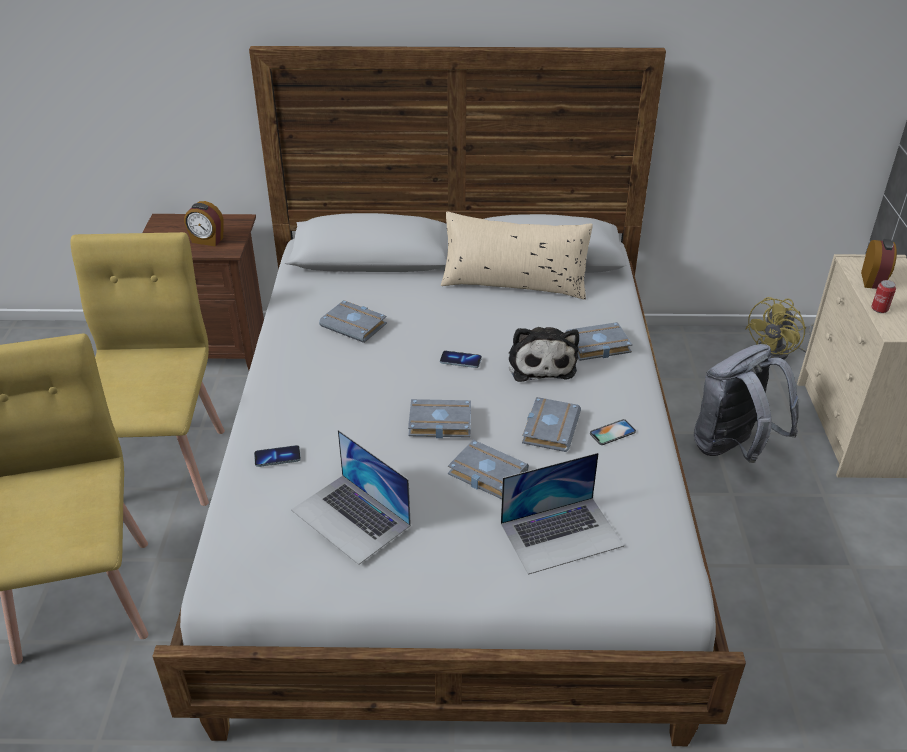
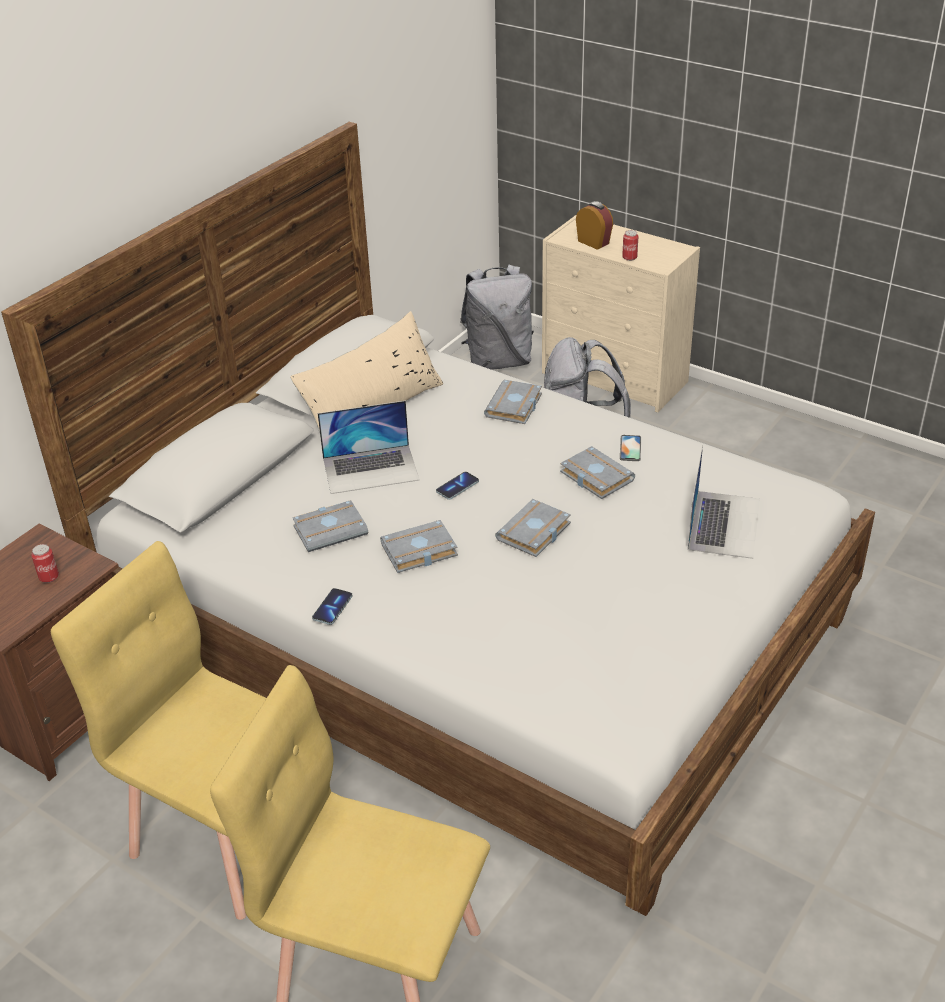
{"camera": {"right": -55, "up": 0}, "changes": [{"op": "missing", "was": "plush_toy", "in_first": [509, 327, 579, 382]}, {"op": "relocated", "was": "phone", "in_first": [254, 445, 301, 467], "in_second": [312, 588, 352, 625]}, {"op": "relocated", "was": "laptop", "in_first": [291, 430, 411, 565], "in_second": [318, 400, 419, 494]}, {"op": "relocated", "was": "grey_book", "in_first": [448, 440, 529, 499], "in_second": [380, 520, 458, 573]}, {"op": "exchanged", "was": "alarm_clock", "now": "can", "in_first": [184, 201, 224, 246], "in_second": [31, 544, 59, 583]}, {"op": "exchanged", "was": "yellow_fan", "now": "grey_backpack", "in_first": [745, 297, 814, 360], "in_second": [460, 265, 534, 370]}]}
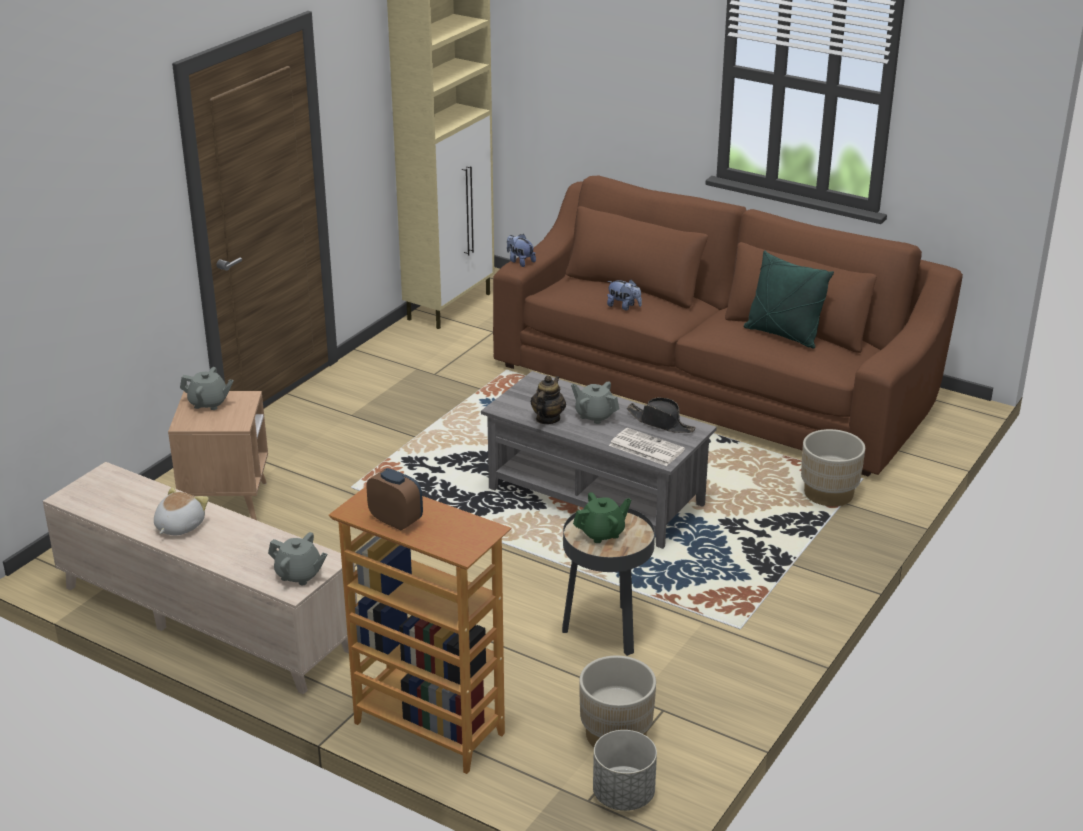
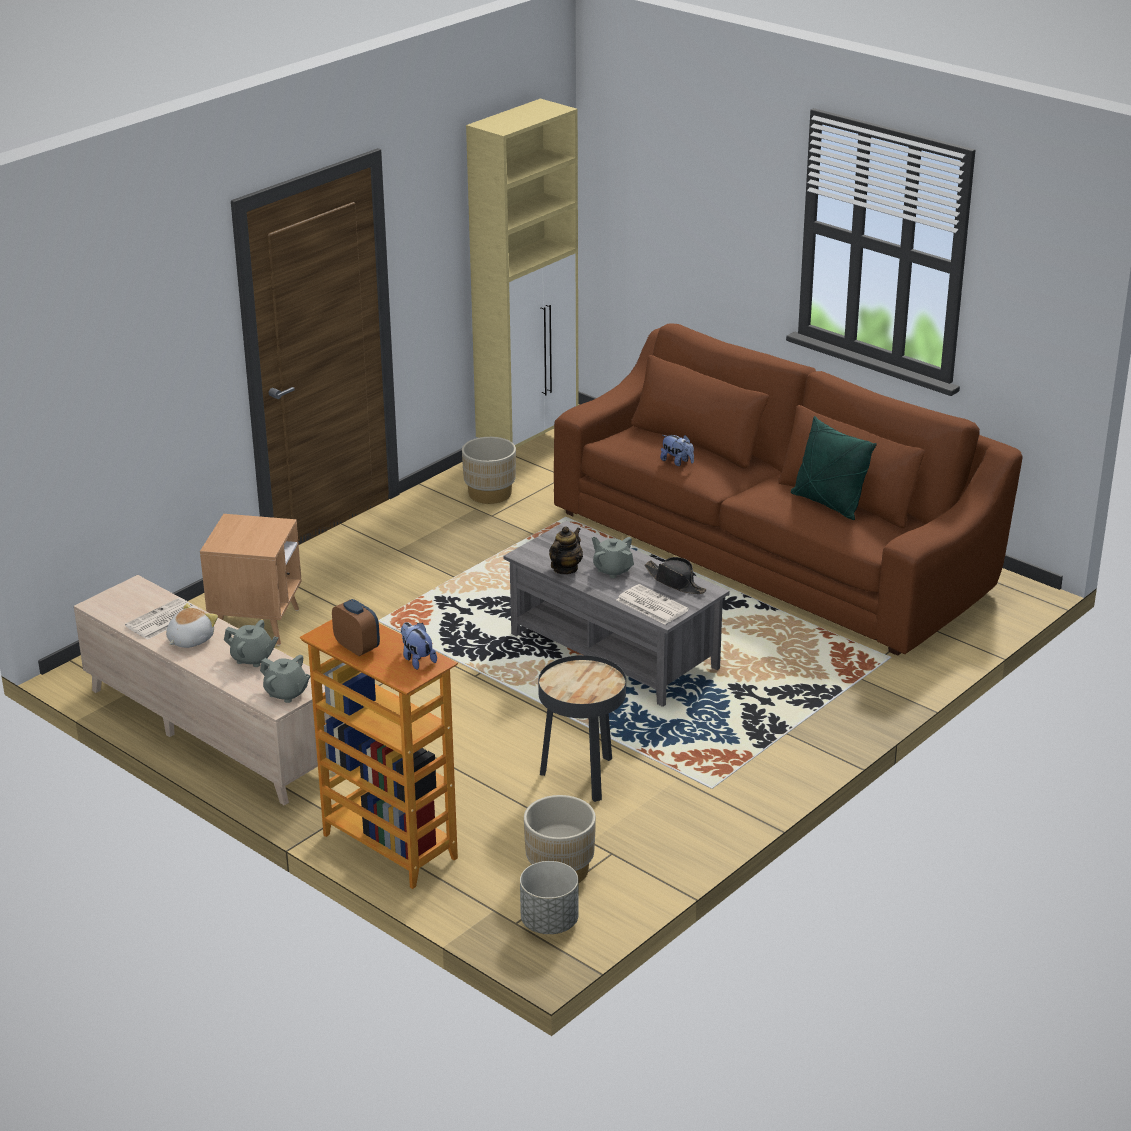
{"camera": {"right": 10, "up": 0}, "changes": [{"op": "missing", "was": "green_teapot", "in_first": [573, 492, 631, 543]}, {"op": "appeared", "now": "newspaper", "in_second": [125, 598, 198, 640]}, {"op": "relocated", "was": "grey_teapot", "in_first": [180, 367, 234, 410], "in_second": [224, 620, 279, 667]}, {"op": "relocated", "was": "plush_toy", "in_first": [507, 234, 536, 267], "in_second": [401, 622, 437, 670]}, {"op": "relocated", "was": "beige_planter", "in_first": [801, 429, 865, 506], "in_second": [462, 437, 516, 504]}]}
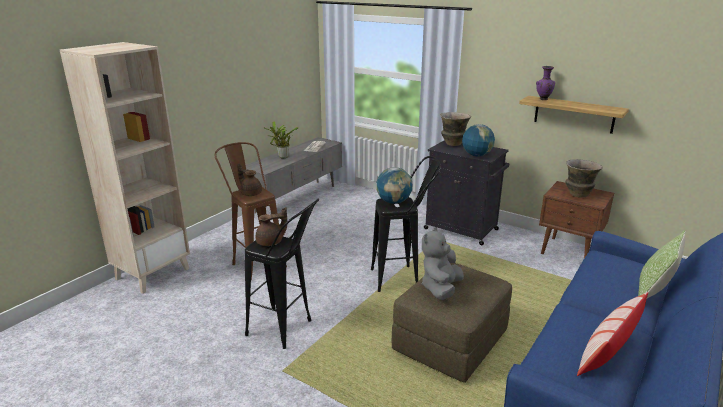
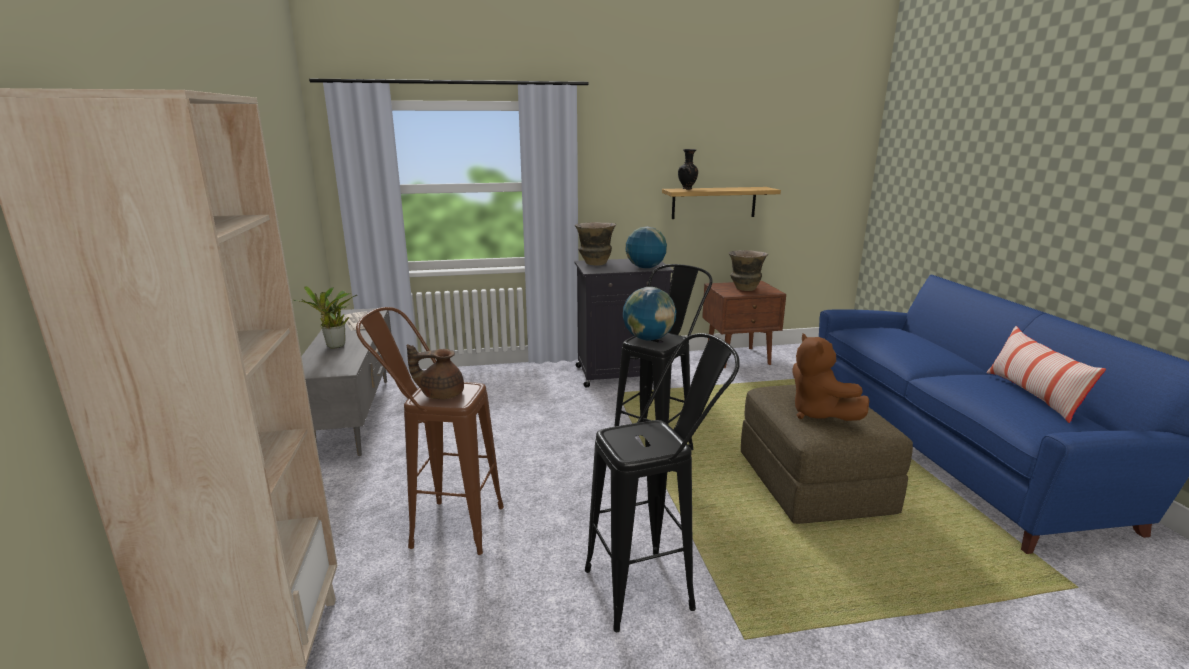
{"camera": {"right": -45, "up": -5}, "changes": [{"op": "missing", "was": "brown_teapot", "in_first": [256, 207, 287, 246]}, {"op": "missing", "was": "pillow", "in_first": [638, 230, 685, 299]}, {"op": "colour", "was": "grey_plush_toy", "now": "brown_plush_toy", "in_first": [422, 227, 464, 300], "in_second": [793, 334, 870, 421]}, {"op": "colour", "was": "purple_vase", "now": "black_vase", "in_first": [536, 66, 555, 100], "in_second": [678, 149, 698, 190]}]}
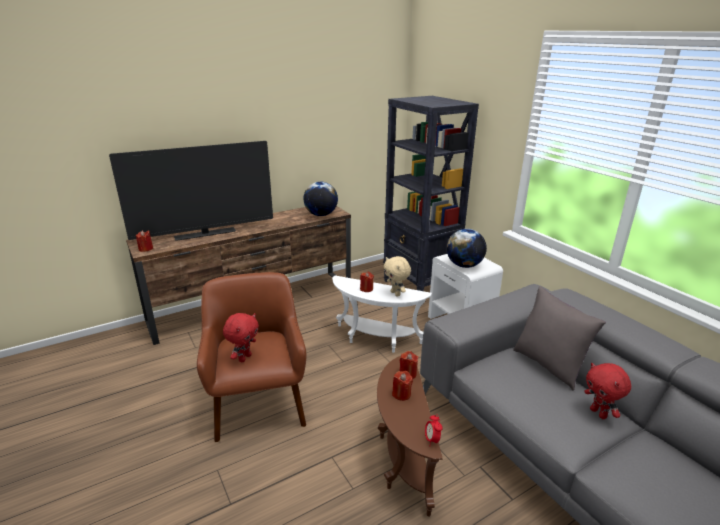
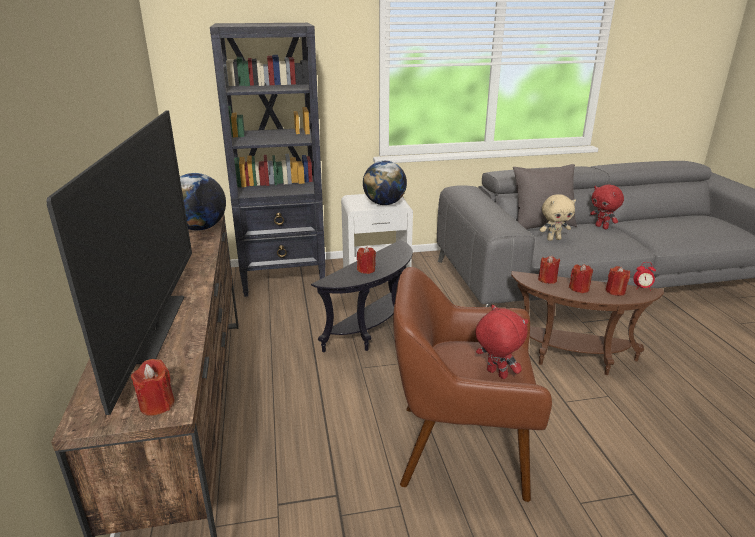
{"camera": {"right": -70, "up": 0}, "changes": [{"op": "appeared", "now": "red_candle", "in_second": [605, 266, 630, 296]}, {"op": "relocated", "was": "beige_plush_toy", "in_first": [384, 256, 411, 296], "in_second": [540, 194, 576, 241]}, {"op": "colour", "was": "white_side_table", "now": "black_side_table", "in_first": [332, 275, 432, 353], "in_second": [311, 240, 413, 352]}, {"op": "spun", "was": "red_plush_toy", "in_first": [584, 363, 631, 419], "in_second": [590, 185, 624, 229], "clockwise": 60}]}
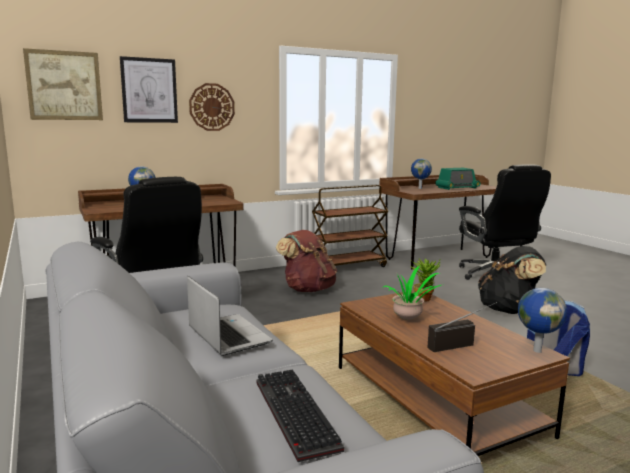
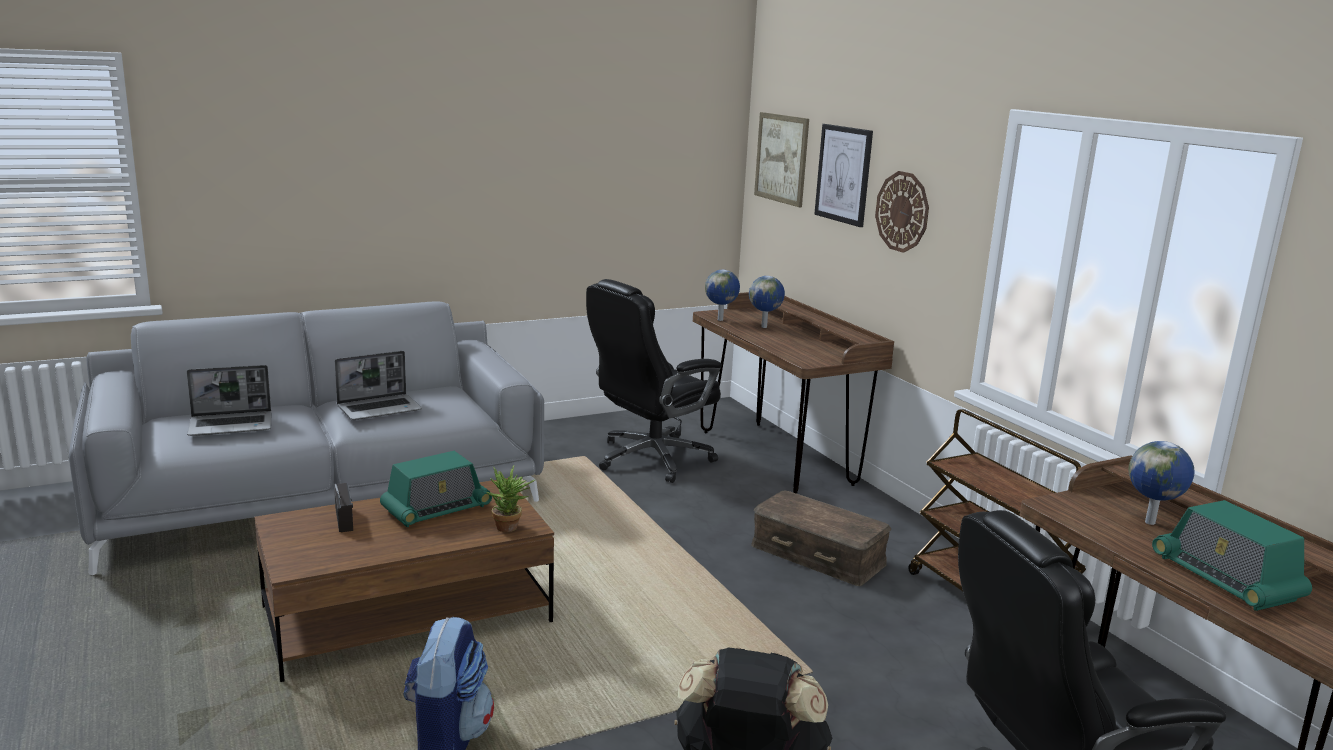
{"camera": {"right": 90, "up": 5}, "changes": [{"op": "relocated", "was": "globe", "in_first": [518, 288, 567, 353], "in_second": [705, 270, 740, 321]}, {"op": "exchanged", "was": "keyboard", "now": "laptop", "in_first": [256, 370, 344, 462], "in_second": [187, 365, 271, 436]}, {"op": "exchanged", "was": "brown_backpack", "now": "brown_storage_box", "in_first": [276, 230, 337, 292], "in_second": [751, 490, 891, 586]}, {"op": "exchanged", "was": "potted_plant", "now": "radio", "in_first": [382, 265, 444, 319], "in_second": [380, 451, 492, 527]}]}
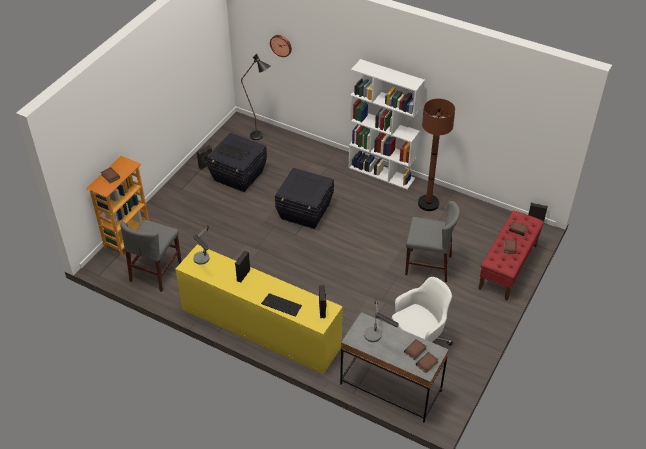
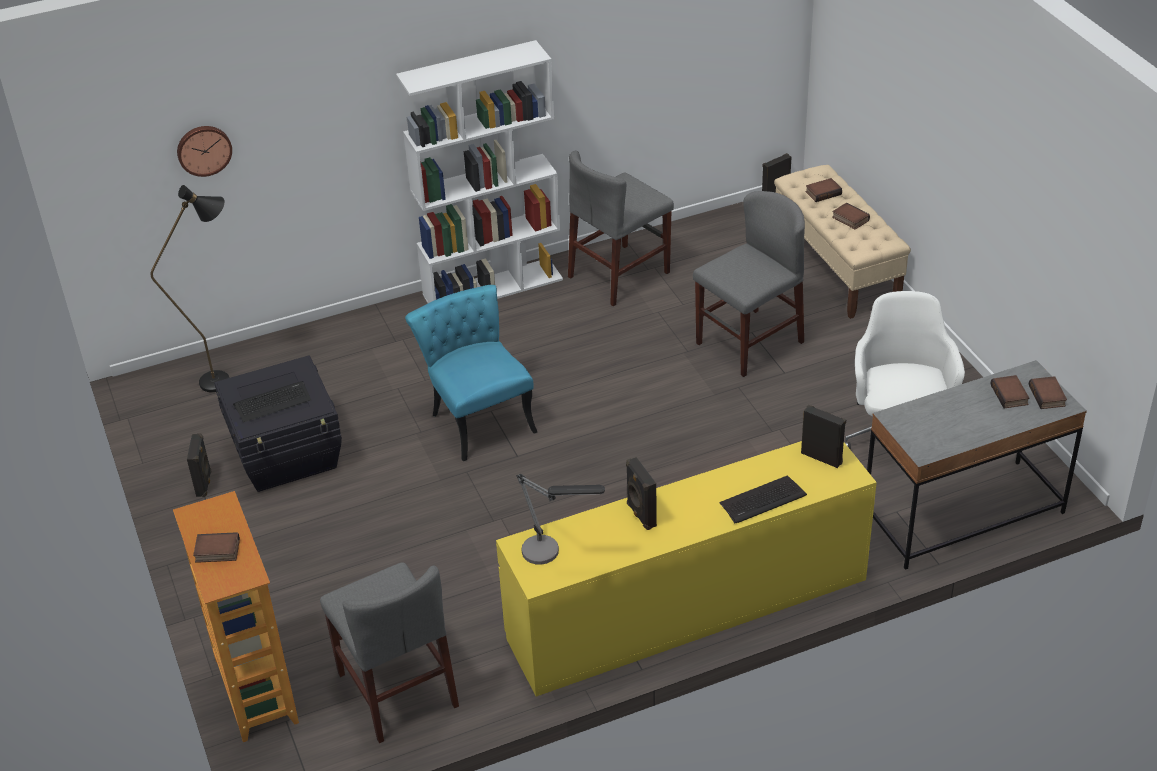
{"camera": {"right": -50, "up": -5}, "changes": [{"op": "missing", "was": "table_lamp", "in_first": [364, 299, 399, 342]}, {"op": "exchanged", "was": "black_storage_box", "now": "turquoise_chair", "in_first": [275, 168, 334, 229], "in_second": [405, 285, 537, 461]}, {"op": "exchanged", "was": "brown_floor_lamp", "now": "grey_chair", "in_first": [418, 99, 455, 211], "in_second": [568, 151, 674, 306]}, {"op": "colour", "was": "red_bench", "now": "beige_bench", "in_first": [478, 210, 544, 301], "in_second": [774, 165, 911, 319]}]}
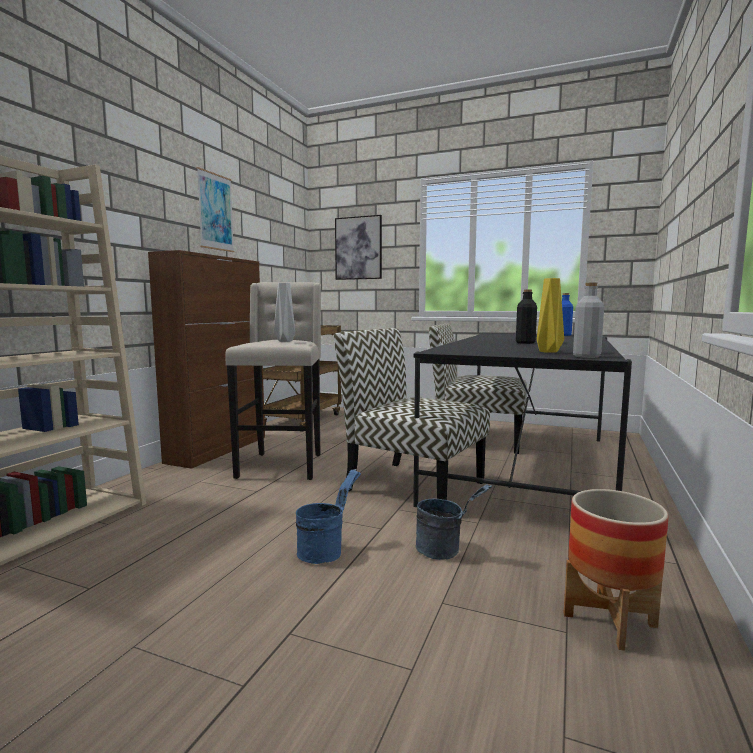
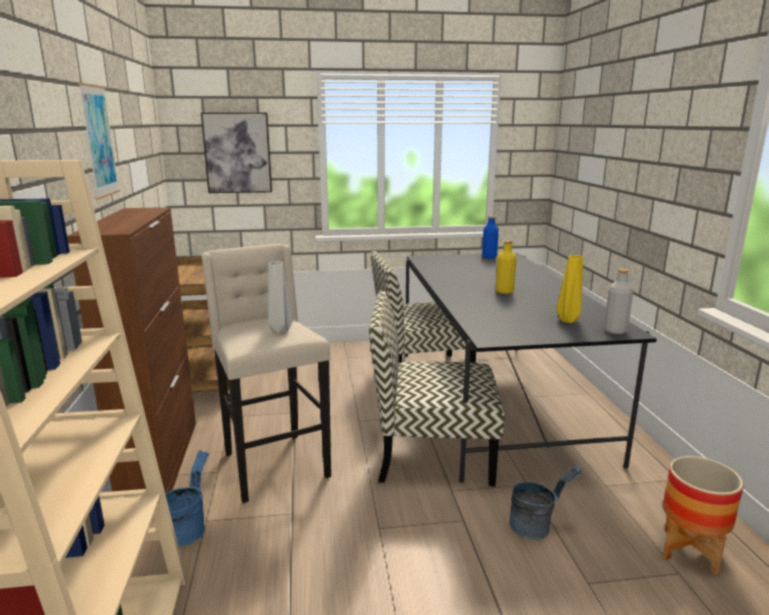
{"camera": {"right": -30, "up": 10}, "changes": [{"op": "relocated", "was": "blue_bucket", "in_first": [296, 469, 361, 564], "in_second": [165, 450, 209, 546]}, {"op": "colour", "was": "black_bottle", "now": "yellow_bottle", "in_first": [516, 289, 537, 344], "in_second": [495, 240, 516, 294]}]}
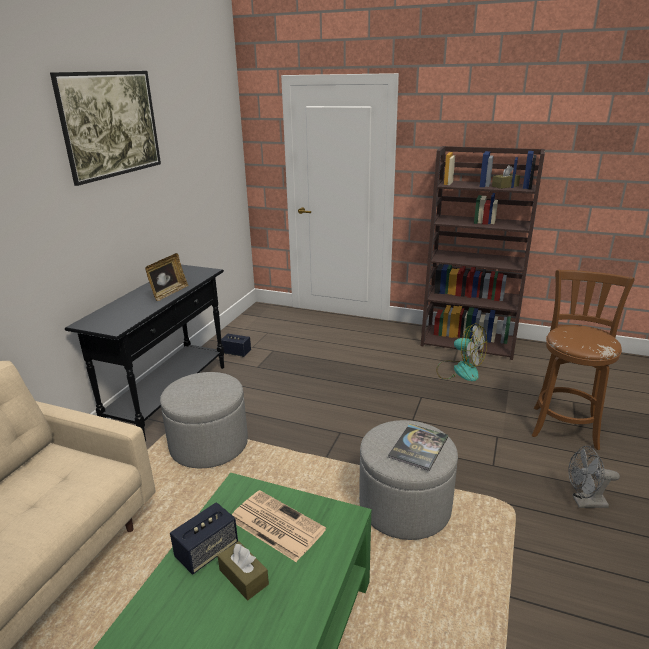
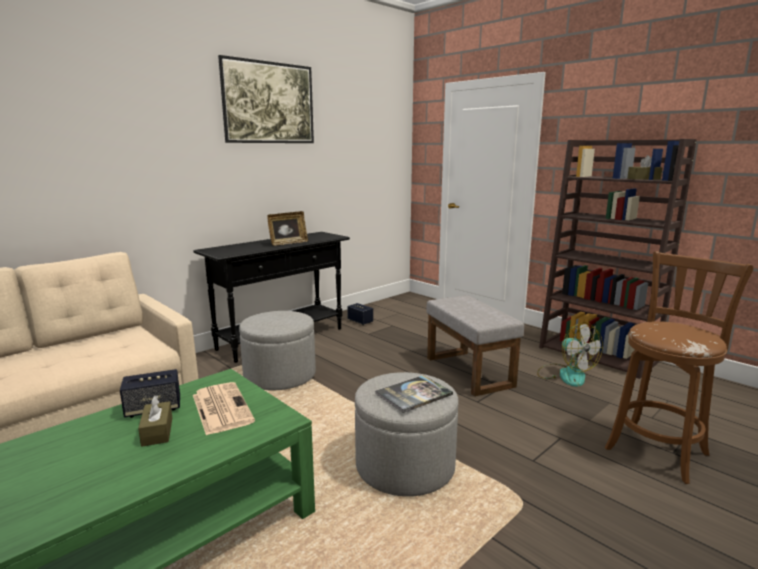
{"camera": {"right": 25, "up": -10}, "changes": [{"op": "missing", "was": "grey_fan", "in_first": [568, 446, 620, 508]}, {"op": "appeared", "now": "grey_ottoman", "in_second": [426, 295, 524, 397]}]}
